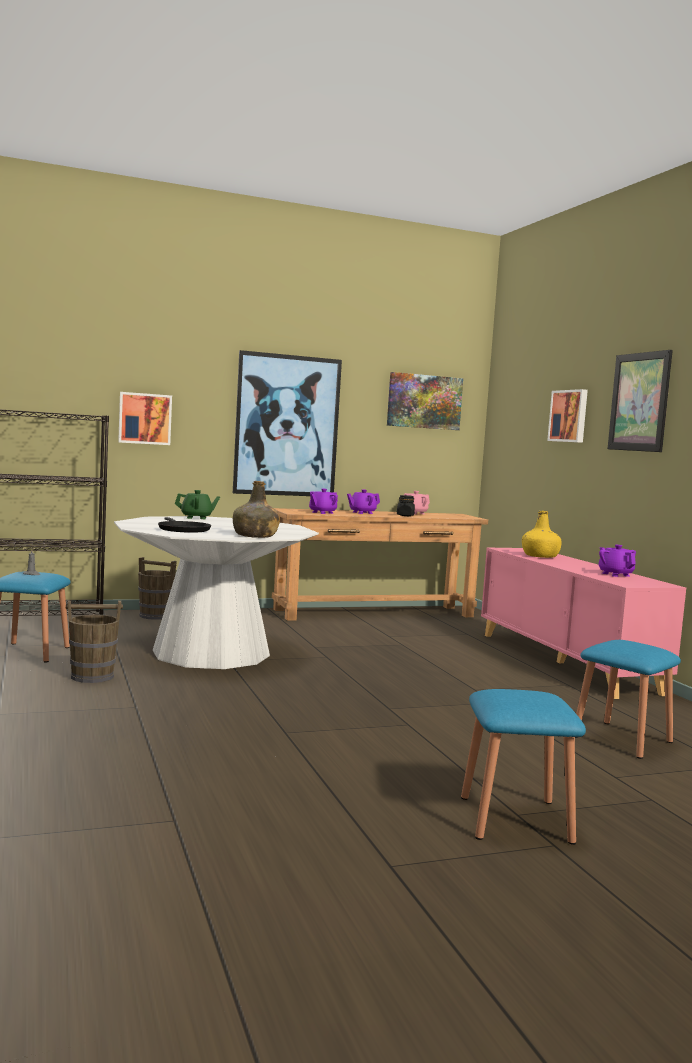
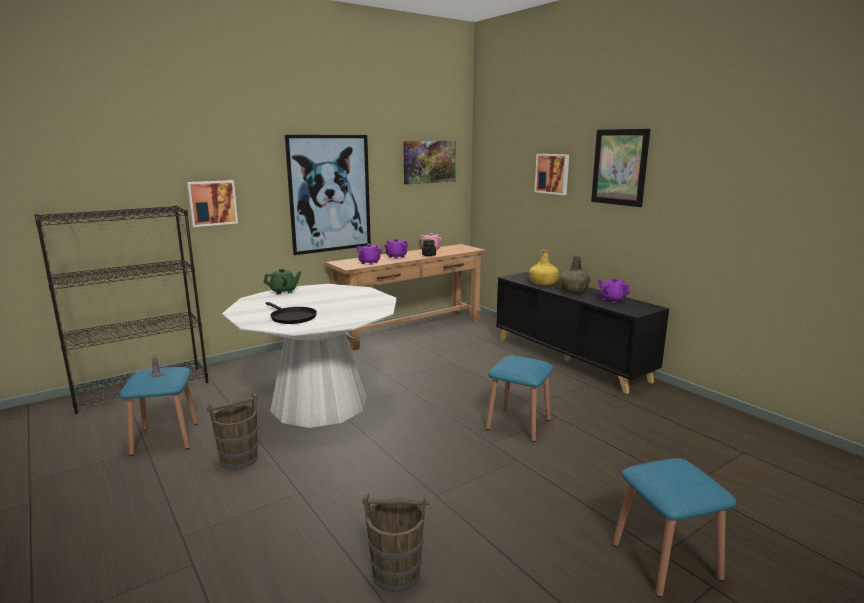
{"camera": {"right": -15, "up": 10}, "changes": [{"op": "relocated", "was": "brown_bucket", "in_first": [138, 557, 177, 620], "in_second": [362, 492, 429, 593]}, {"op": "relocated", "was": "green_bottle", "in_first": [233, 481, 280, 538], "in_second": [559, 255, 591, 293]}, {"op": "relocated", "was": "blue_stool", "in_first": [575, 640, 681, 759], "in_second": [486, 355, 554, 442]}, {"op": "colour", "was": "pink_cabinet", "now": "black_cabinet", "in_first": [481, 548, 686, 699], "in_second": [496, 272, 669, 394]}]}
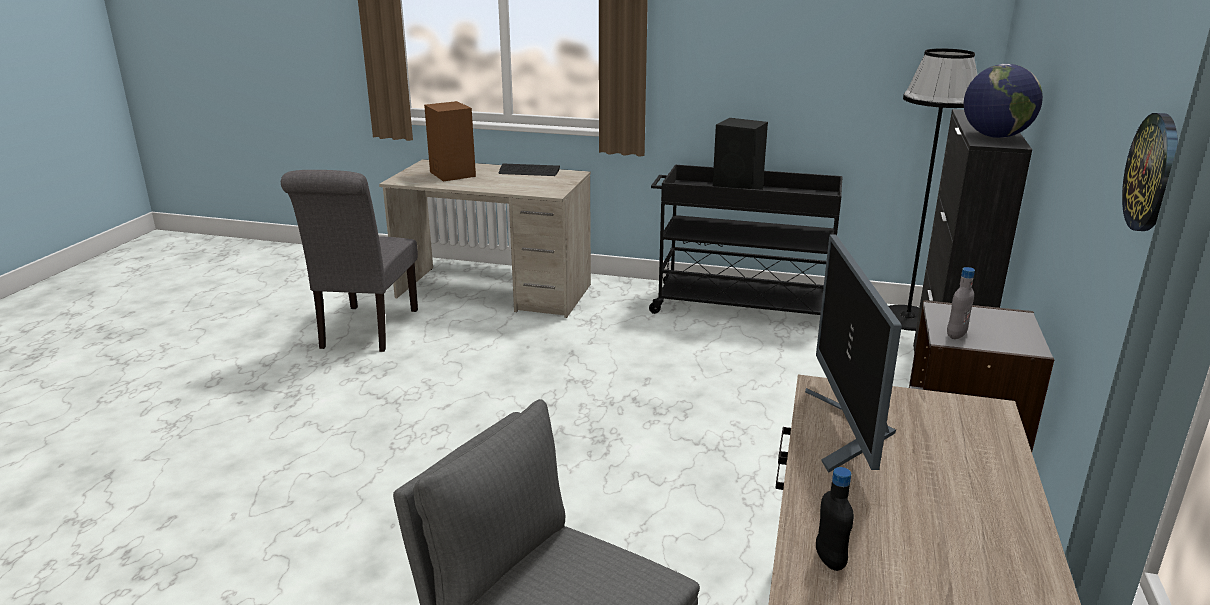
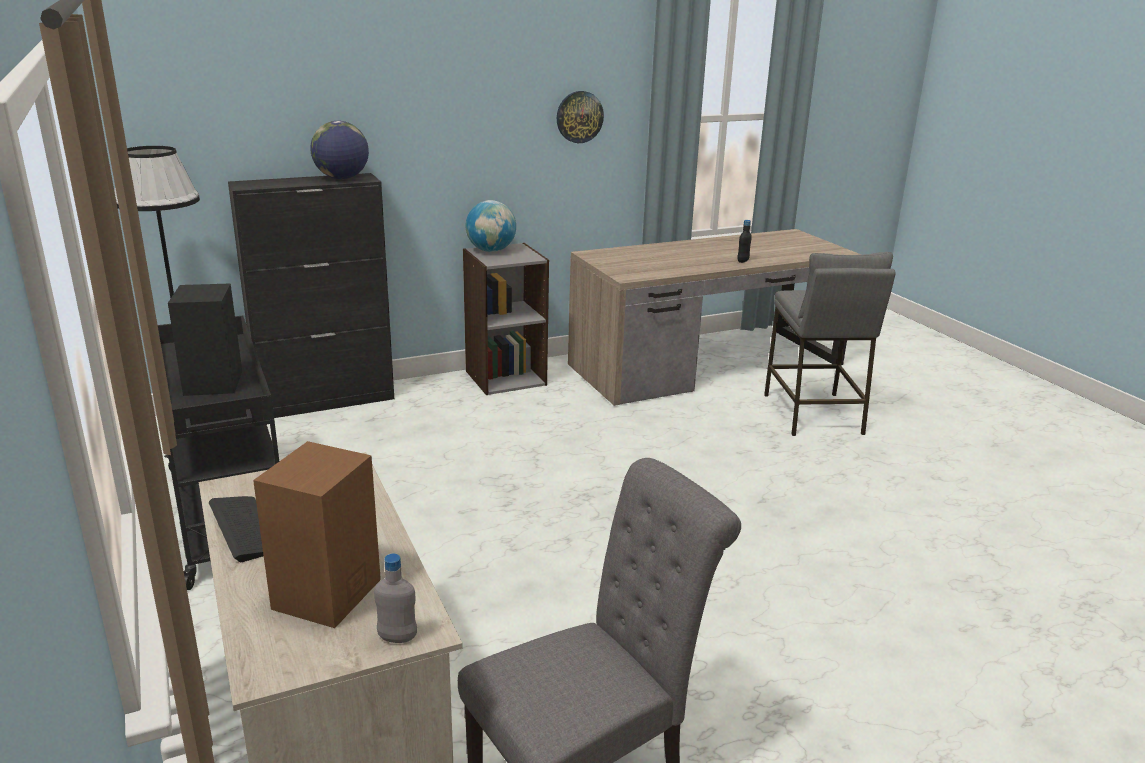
{"camera": {"right": -130, "up": 0}, "changes": [{"op": "missing", "was": "monitor", "in_first": [805, 235, 902, 473]}, {"op": "appeared", "now": "globe", "in_second": [466, 200, 516, 252]}, {"op": "relocated", "was": "grey_bottle", "in_first": [947, 267, 975, 339], "in_second": [374, 554, 417, 643]}]}
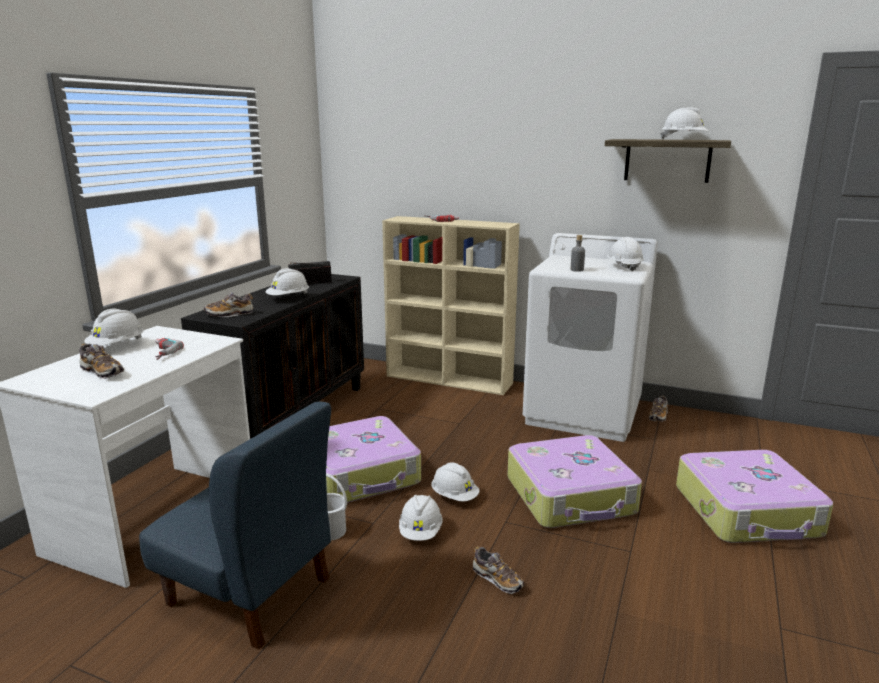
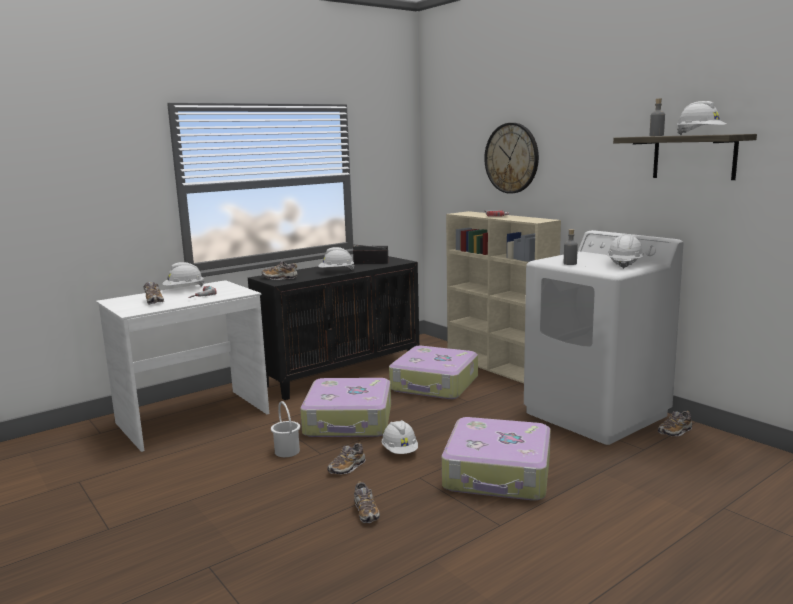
{"camera": {"right": 30, "up": -5}, "changes": [{"op": "missing", "was": "blue_chair", "in_first": [139, 402, 331, 649]}, {"op": "appeared", "now": "wall_clock", "in_second": [484, 123, 539, 194]}, {"op": "appeared", "now": "grey_bottle", "in_second": [650, 98, 665, 136]}, {"op": "relocated", "was": "suitcase", "in_first": [676, 450, 833, 543], "in_second": [389, 346, 478, 399]}, {"op": "exchanged", "was": "white_hard_hat", "now": "shoe", "in_first": [399, 495, 443, 541], "in_second": [328, 443, 366, 475]}]}
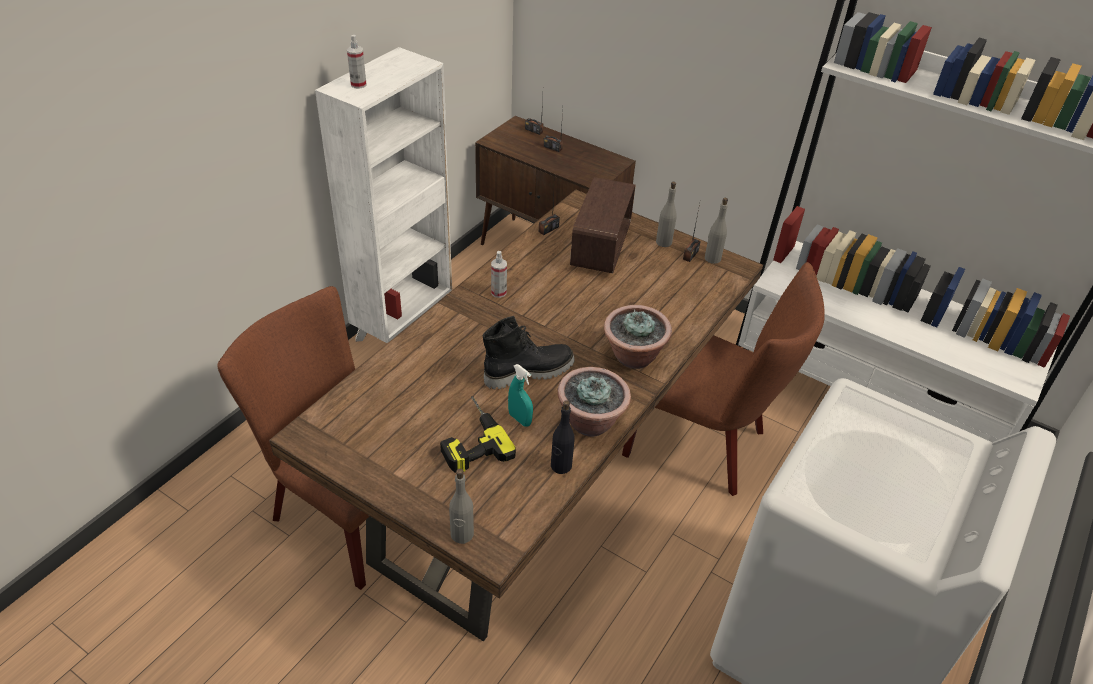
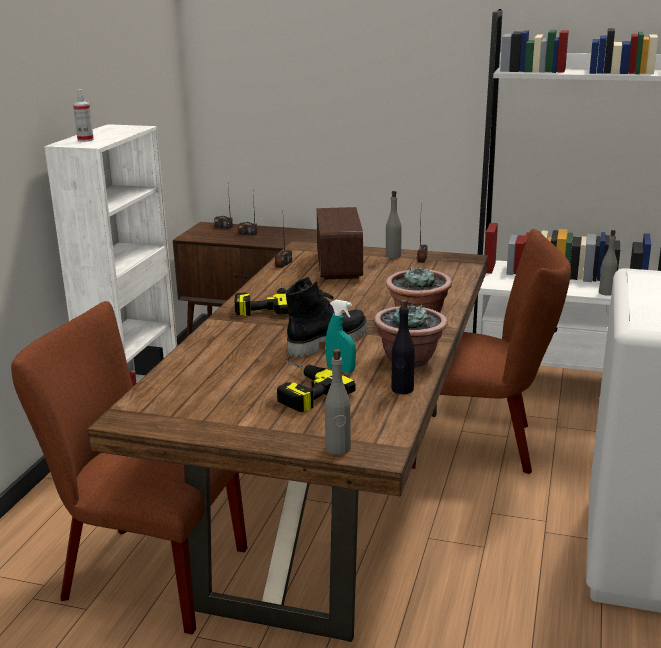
{"camera": {"right": -15, "up": -20}, "changes": [{"op": "relocated", "was": "grey_bottle", "in_first": [705, 198, 728, 264], "in_second": [599, 230, 617, 296]}, {"op": "exchanged", "was": "spray_bottle", "now": "power_drill", "in_first": [491, 251, 507, 298], "in_second": [235, 283, 289, 316]}]}
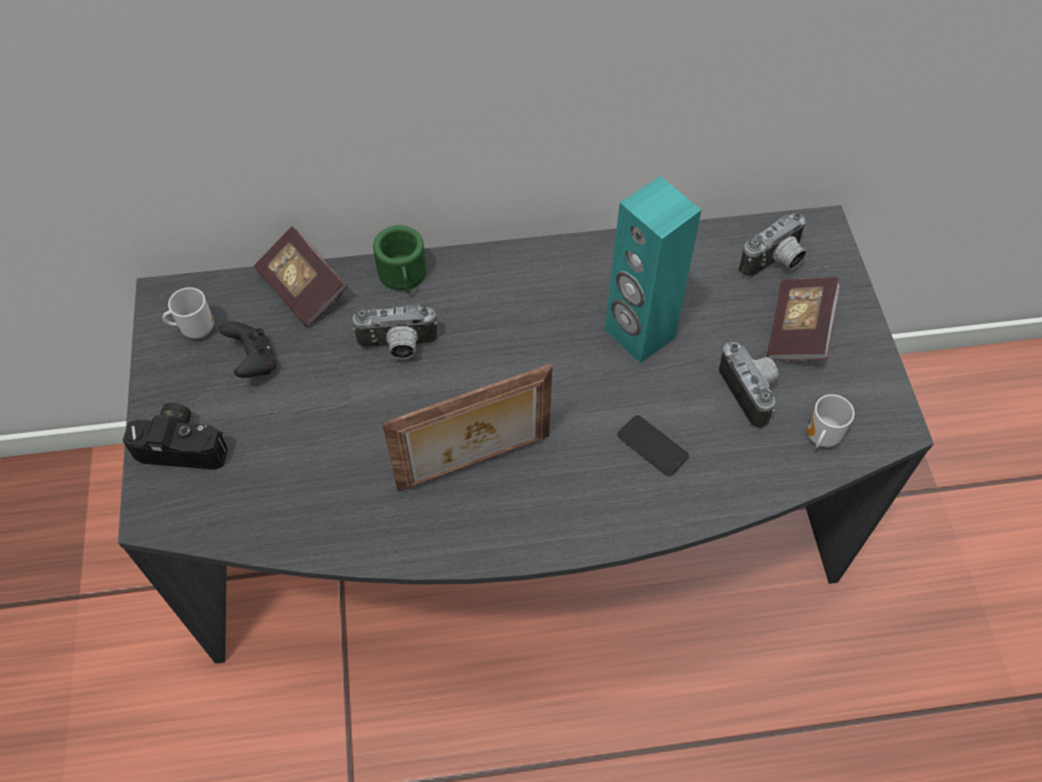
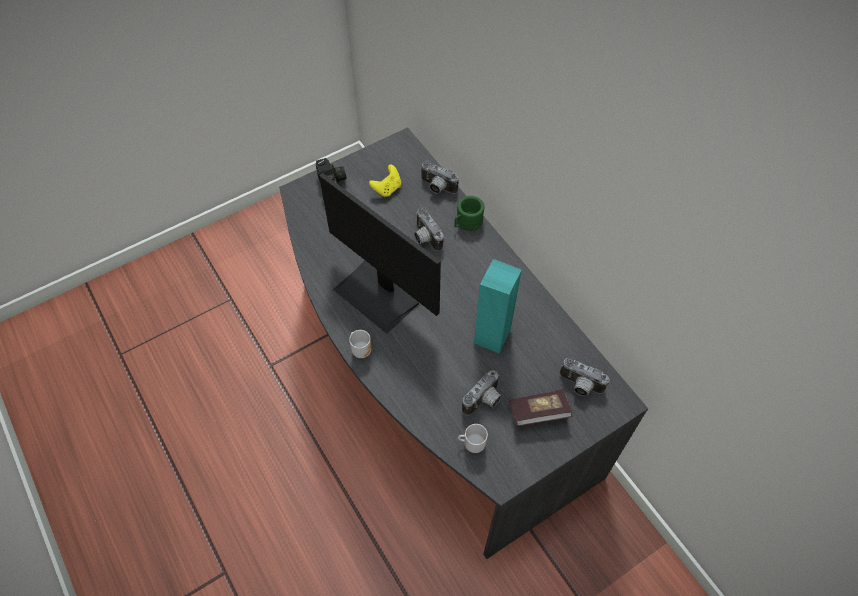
{"camera": {"right": 65, "up": 0}, "changes": [{"op": "missing", "was": "phone", "in_first": [617, 415, 689, 476]}, {"op": "relocated", "was": "mug", "in_first": [163, 287, 214, 339], "in_second": [349, 330, 371, 358]}, {"op": "exchanged", "was": "book", "now": "photo_camera", "in_first": [254, 227, 348, 327], "in_second": [420, 160, 459, 194]}, {"op": "exchanged", "was": "picture_frame", "now": "monitor", "in_first": [382, 363, 552, 492], "in_second": [319, 173, 441, 334]}, {"op": "colour", "was": "black_game_controller", "now": "yellow_game_controller", "in_first": [219, 321, 277, 378], "in_second": [369, 165, 401, 197]}]}
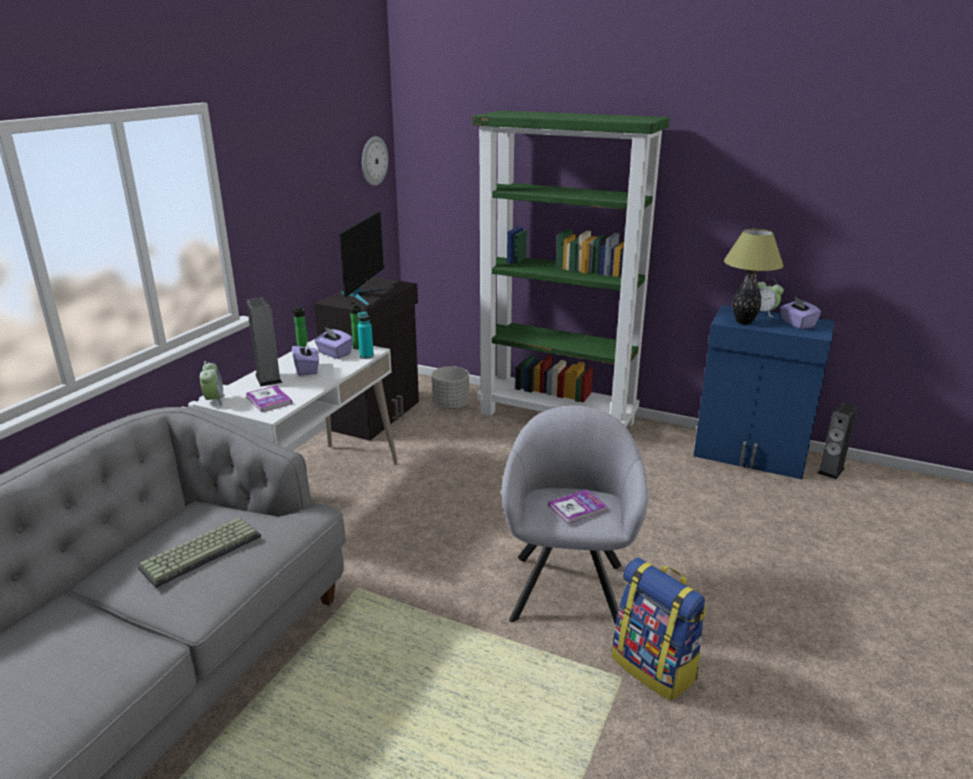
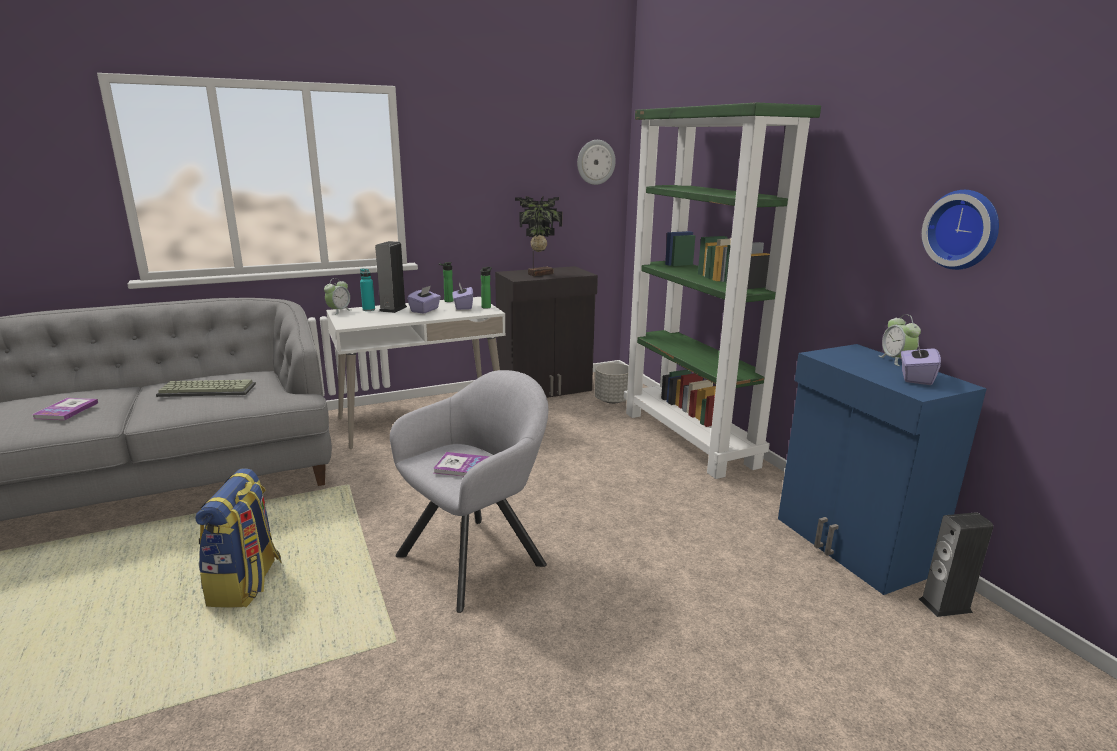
{"camera": {"right": 40, "up": -5}, "changes": [{"op": "missing", "was": "table_lamp", "in_first": [724, 229, 784, 325]}, {"op": "appeared", "now": "wall_clock", "in_second": [922, 190, 999, 270]}, {"op": "relocated", "was": "book", "in_first": [246, 385, 292, 412], "in_second": [32, 398, 98, 420]}, {"op": "relocated", "was": "turquoise_bottle", "in_first": [357, 311, 374, 359], "in_second": [360, 269, 375, 311]}, {"op": "relocated", "was": "backpack", "in_first": [612, 557, 707, 701], "in_second": [195, 468, 282, 608]}, {"op": "exchanged", "was": "monitor", "now": "potted_plant", "in_first": [339, 211, 391, 306], "in_second": [515, 196, 562, 276]}]}
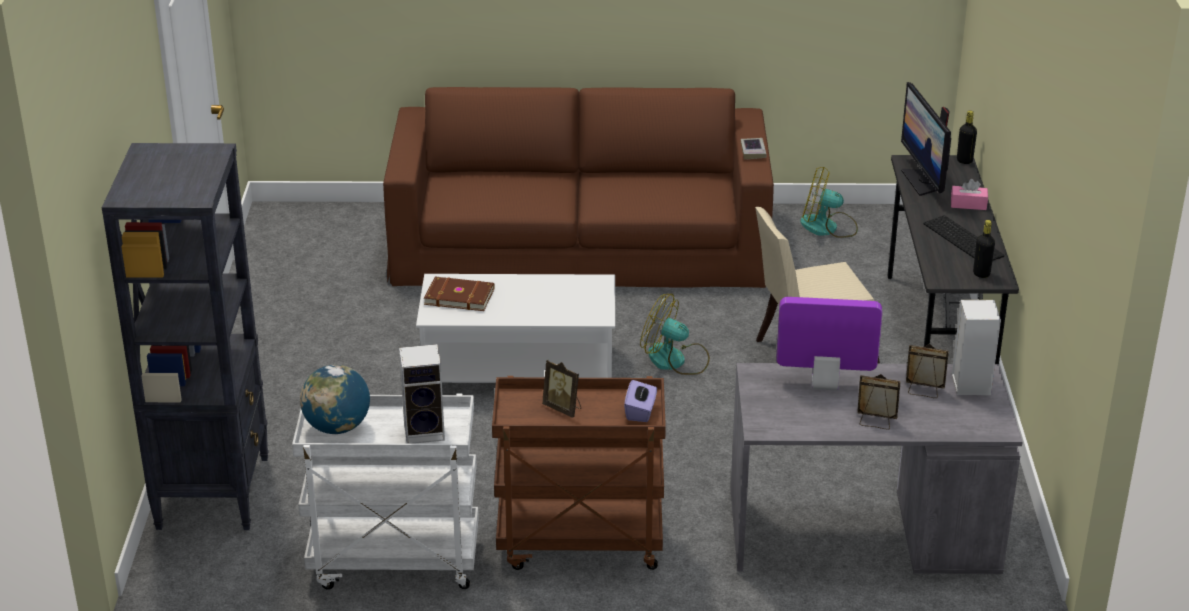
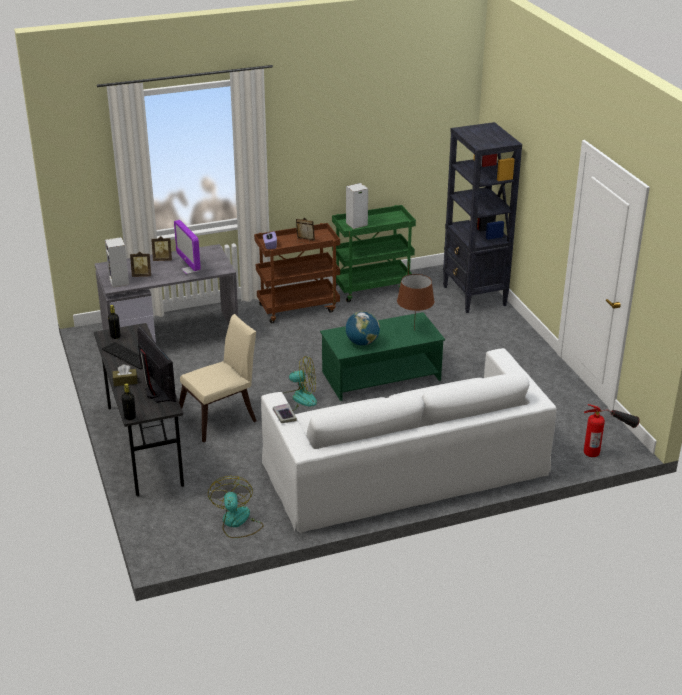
{"camera": {"right": 160, "up": 0}, "changes": [{"op": "appeared", "now": "fire_extinguisher", "in_second": [584, 404, 640, 457]}, {"op": "relocated", "was": "globe", "in_first": [300, 365, 370, 434], "in_second": [346, 311, 380, 346]}, {"op": "exchanged", "was": "brown_book", "now": "brown_table_lamp", "in_first": [424, 276, 494, 311], "in_second": [397, 274, 434, 330]}, {"op": "colour", "was": "white_cart", "now": "green_cart", "in_first": [292, 393, 479, 590], "in_second": [332, 205, 416, 302]}, {"op": "colour", "was": "brown_sofa", "now": "white_sofa", "in_first": [383, 87, 774, 288], "in_second": [261, 348, 557, 533]}, {"op": "colour", "was": "white_coffee_table", "now": "green_coffee_table", "in_first": [416, 274, 615, 383], "in_second": [320, 312, 445, 401]}, {"op": "colour", "was": "pink_tissue_box", "now": "brown_tissue_box", "in_first": [951, 179, 988, 210], "in_second": [113, 364, 138, 386]}, {"op": "spun", "was": "monitor", "in_first": [776, 297, 882, 390], "in_second": [174, 220, 201, 274], "clockwise": 75}, {"op": "spun", "was": "fan", "in_first": [800, 167, 858, 238], "in_second": [208, 476, 264, 538], "clockwise": -90}]}
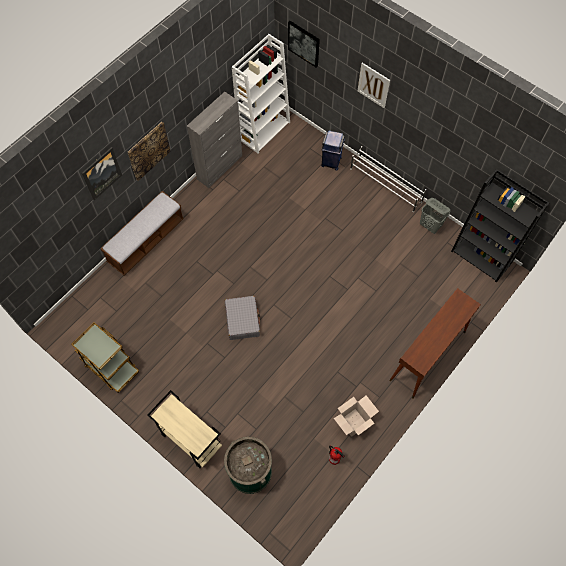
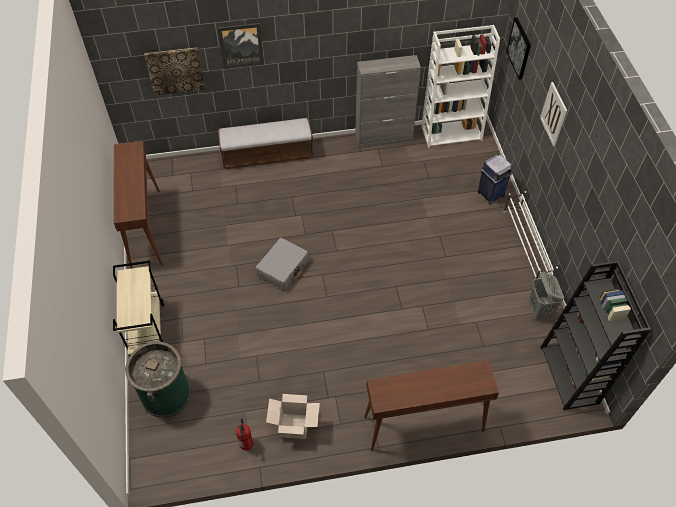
{"camera": {"right": 40, "up": -10}, "changes": [{"op": "relocated", "was": "picture", "in_first": [128, 122, 171, 181], "in_second": [144, 48, 205, 95]}, {"op": "exchanged", "was": "brown_cart", "now": "brown_console_table", "in_first": [71, 322, 139, 393], "in_second": [114, 141, 163, 269]}]}
